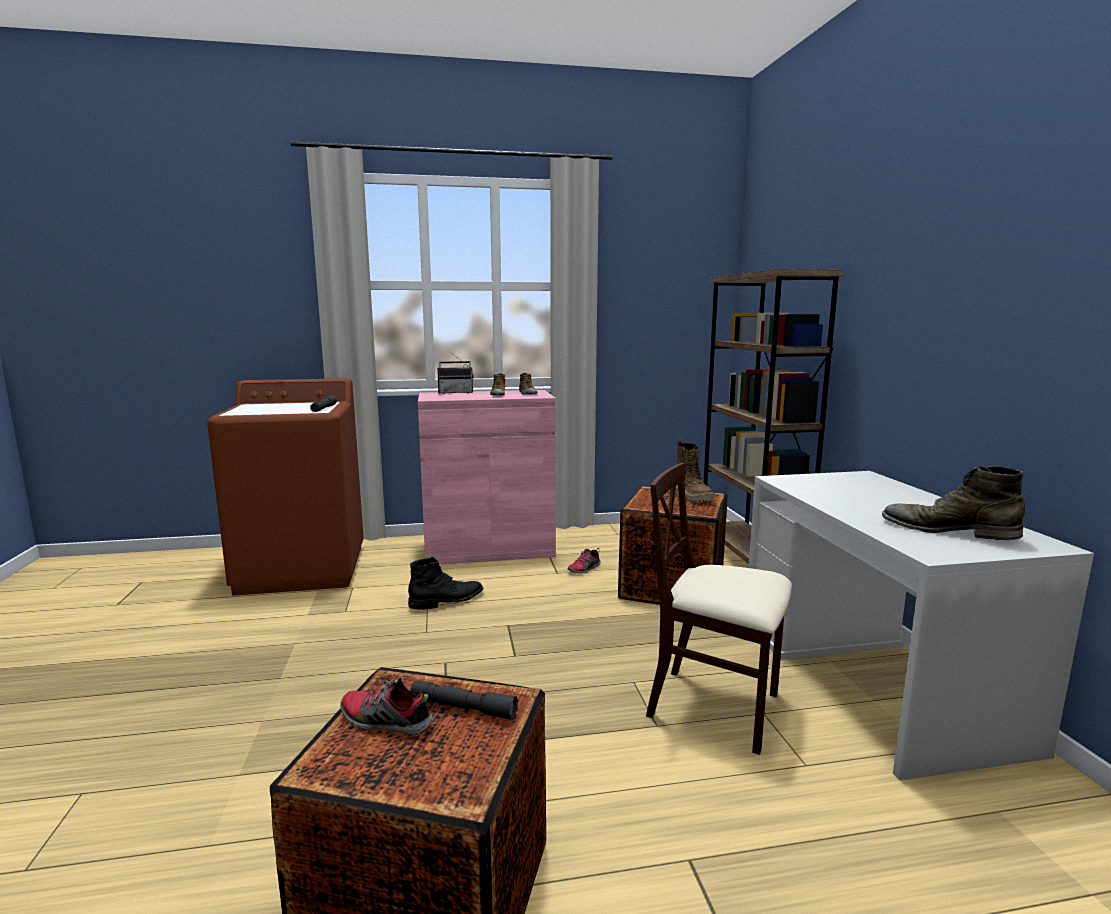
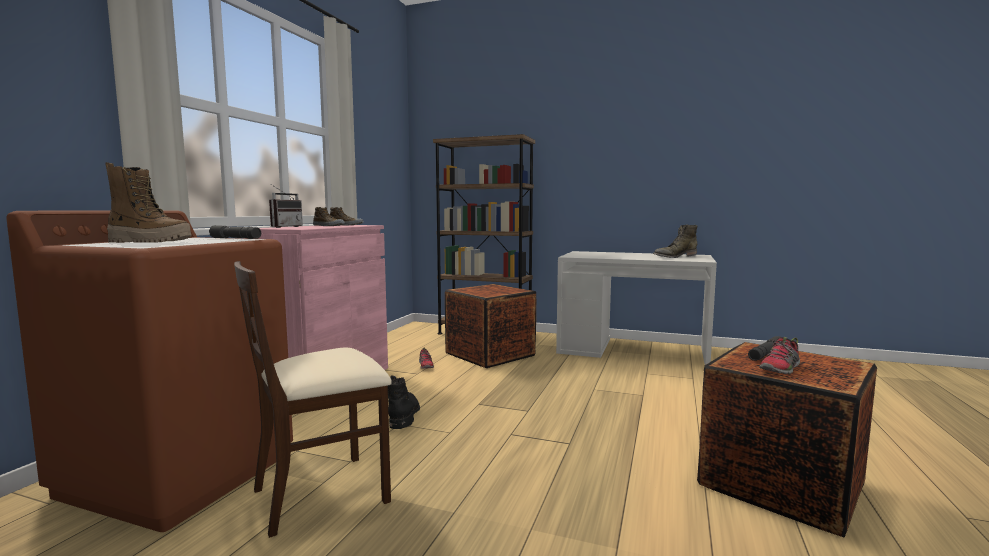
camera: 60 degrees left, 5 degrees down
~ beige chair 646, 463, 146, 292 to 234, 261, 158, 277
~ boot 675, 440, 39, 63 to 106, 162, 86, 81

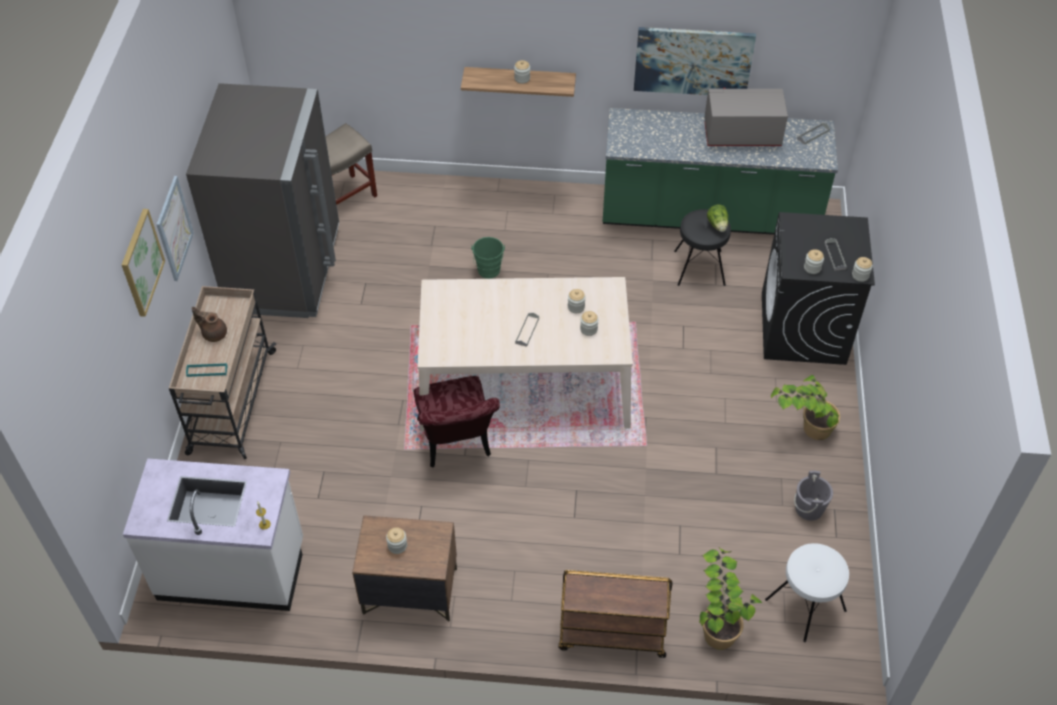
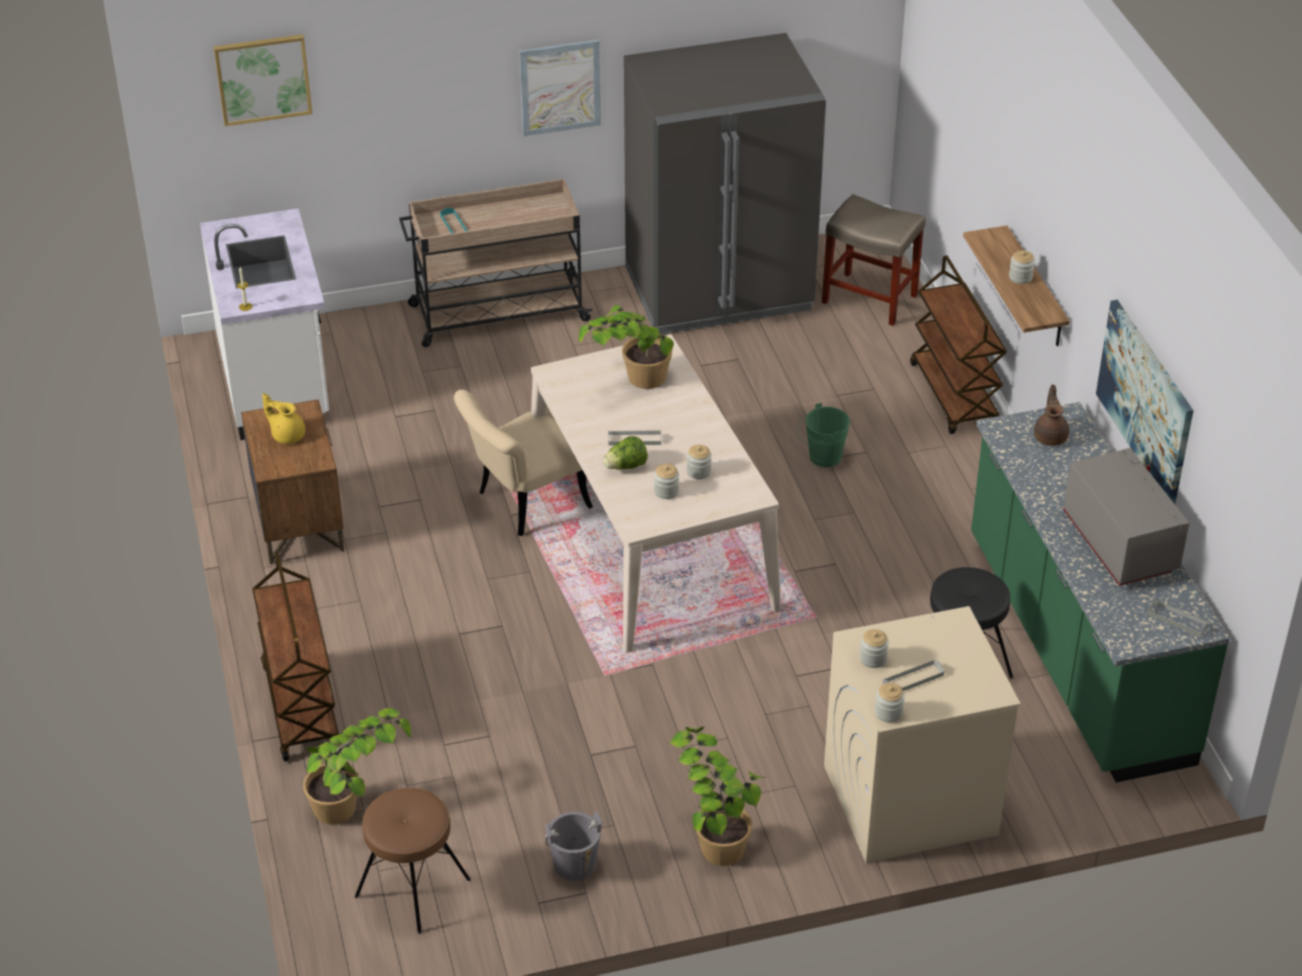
camera: 70 degrees right, 10 degrees down
~ picture 122, 209, 43, 108 to 214, 34, 98, 92
~ brown teapot 192, 307, 35, 35 to 1034, 384, 35, 62
~ jar 386, 527, 21, 27 to yellow teapot 262, 393, 43, 51
~ red chair 414, 376, 86, 92 to beige chair 454, 390, 139, 146
~ lettuce 707, 205, 21, 27 to 603, 436, 45, 34
~ black washing machine 762, 212, 113, 153 to beige washing machine 824, 606, 197, 257
~ white stool 765, 543, 84, 99 to brown stool 355, 788, 116, 146
+ potted plant 578, 305, 96, 84
+ brown cart 910, 255, 97, 179

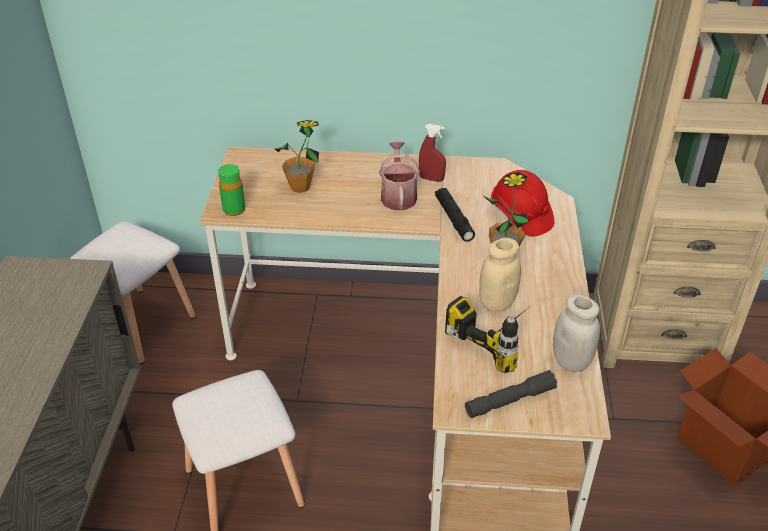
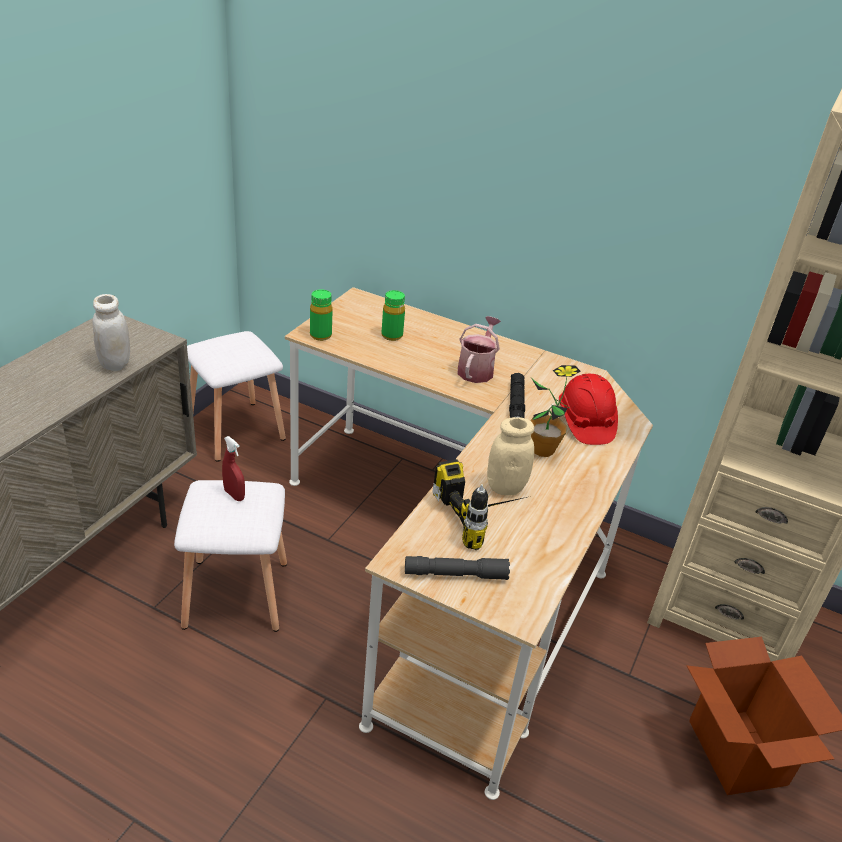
camera: 20 degrees right, 5 degrees down
~ potted plant 275, 120, 44, 73 to green bottle 382, 290, 23, 51
~ red spray bottle 419, 124, 27, 58 to 222, 436, 23, 65
~ white jar 553, 294, 47, 78 to 93, 294, 37, 77

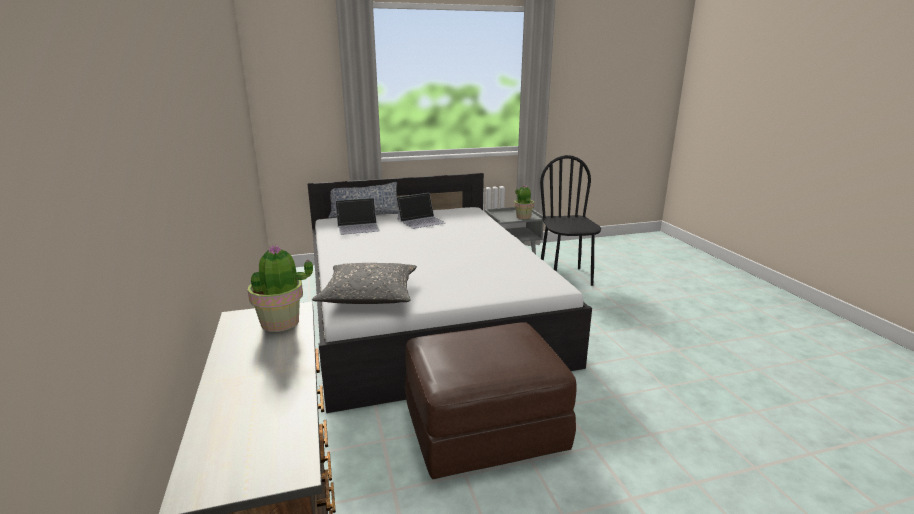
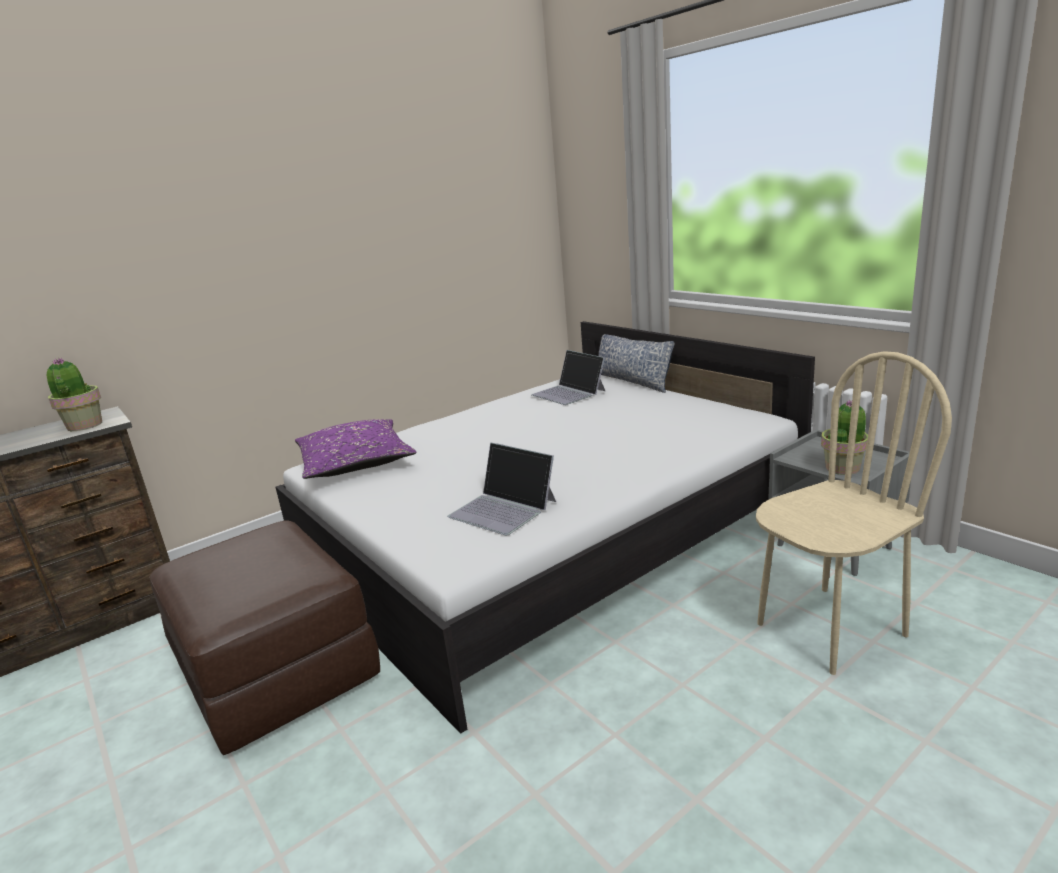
camera: 70 degrees right, 0 degrees up
~ grey pillow 312, 263, 105, 41 to purple pillow 295, 419, 121, 60
~ laptop 396, 193, 49, 36 to 447, 443, 109, 92
~ black chair 540, 155, 61, 131 to beige chair 756, 351, 196, 324

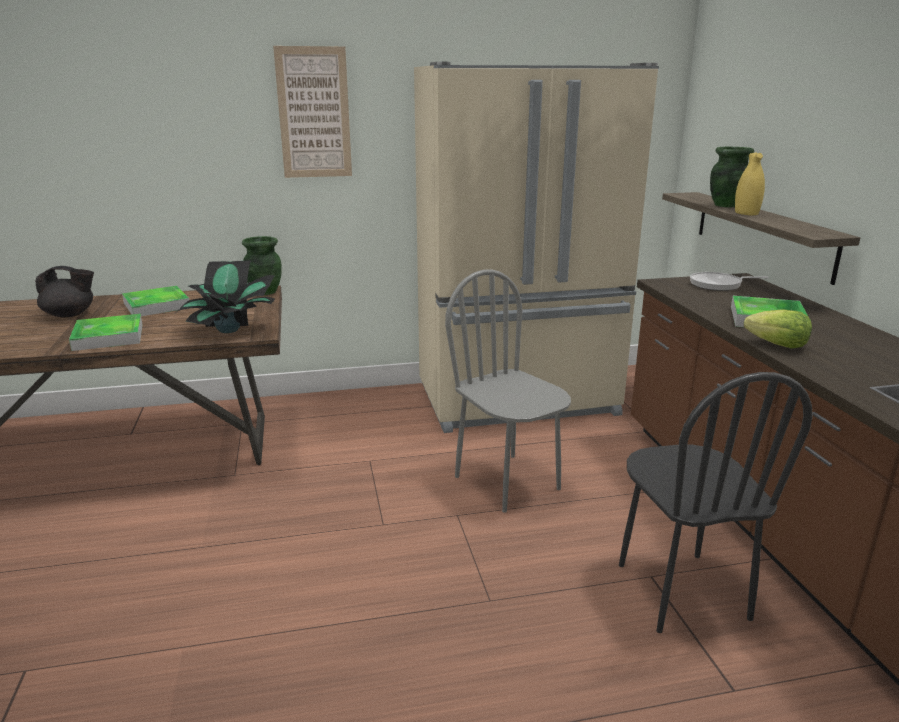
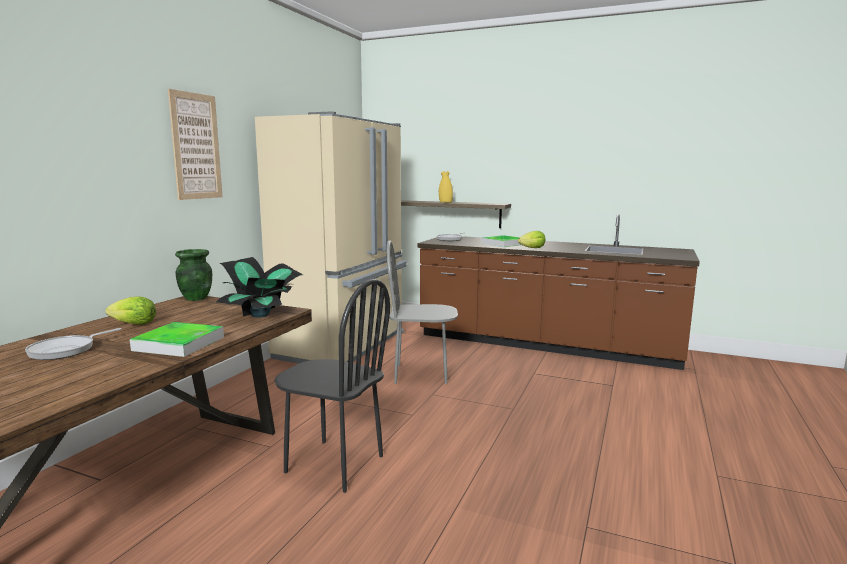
camera: 55 degrees left, 10 degrees down
~ black teapot 35, 266, 59, 52 to frying pan 25, 328, 96, 32
~ tray 122, 286, 68, 30 to lettuce 105, 297, 51, 28
~ black chair 619, 372, 194, 261 to 274, 279, 116, 214
- green vase 710, 147, 44, 60

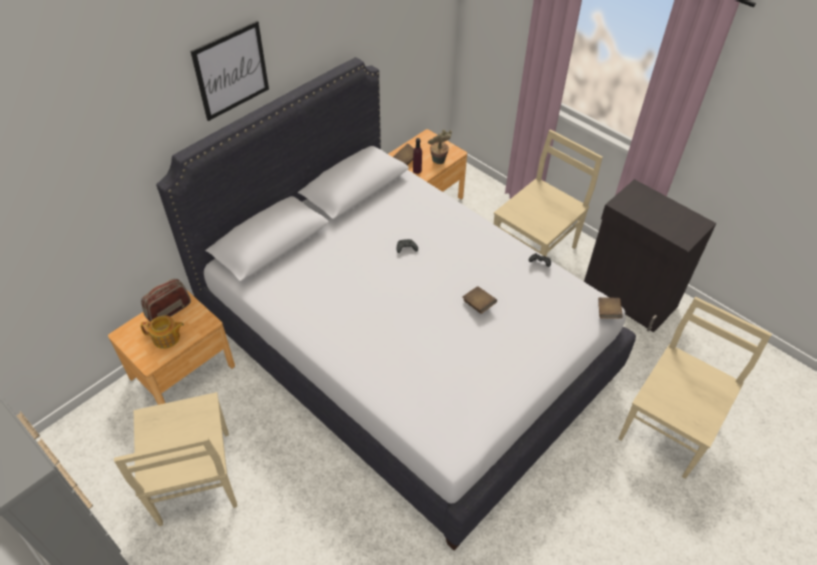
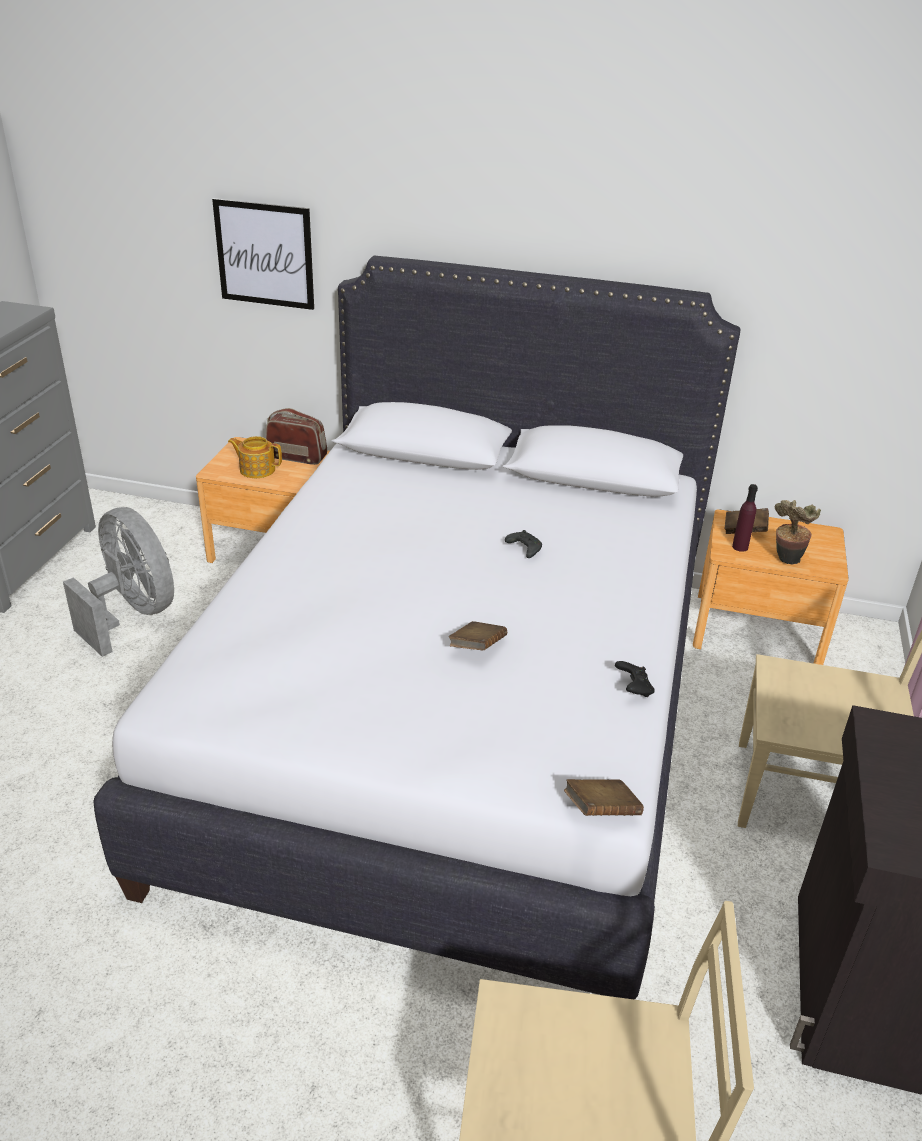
camera: 60 degrees right, 15 degrees down
~ beige chair 114, 392, 123, 134 to grey fan 63, 507, 111, 150
~ teapot 141, 316, 43, 33 = 228, 436, 54, 42 135 degrees clockwise
~ picture 190, 21, 79, 100 to 212, 198, 102, 112

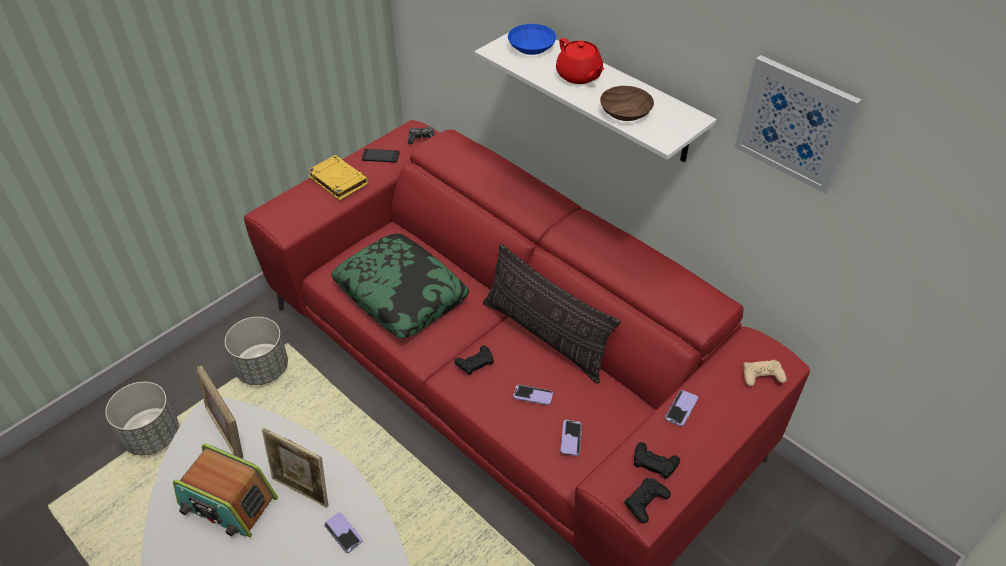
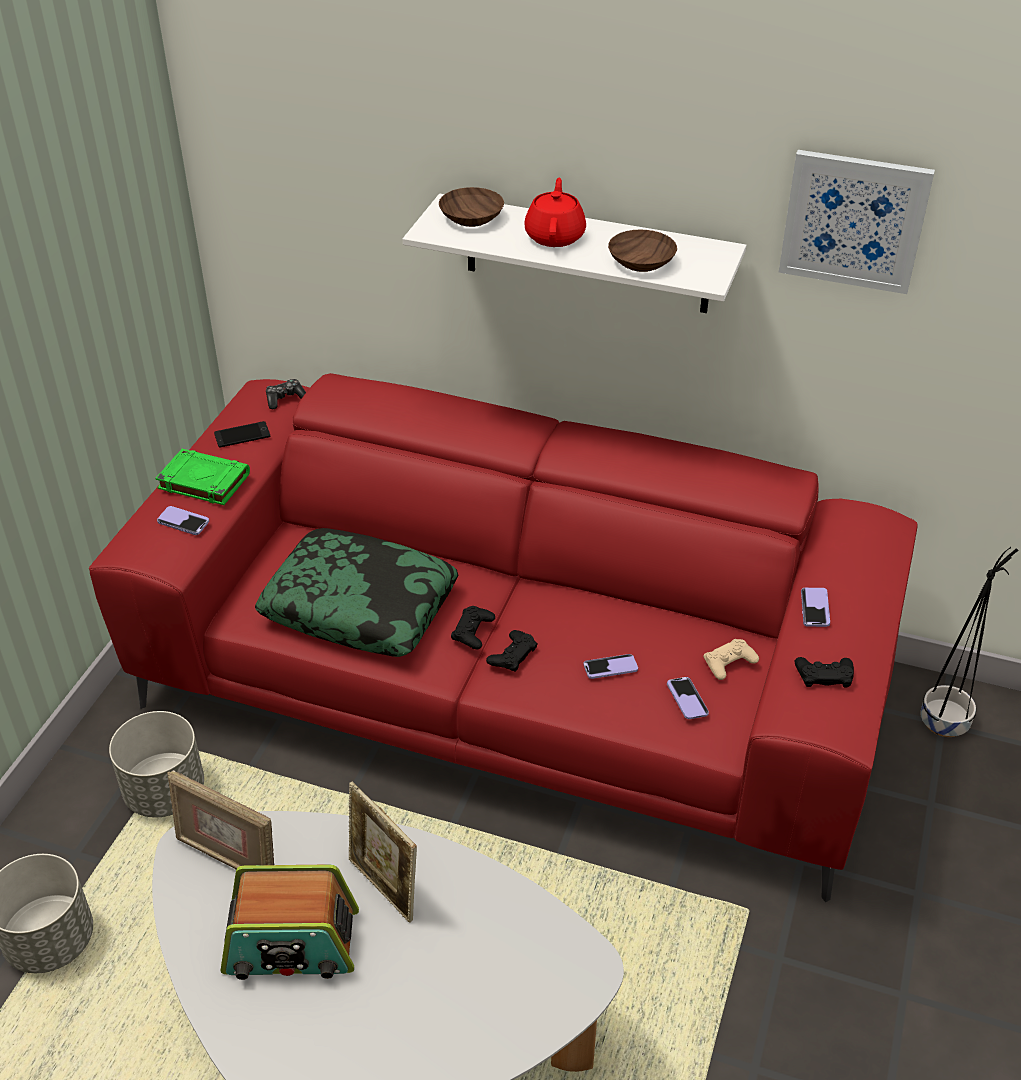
camera: 25 degrees left, 5 degrees down
~ picture frame 262, 427, 66, 80 = 348, 781, 69, 142 45 degrees clockwise
~ yellow book 308, 155, 61, 45 to green book 155, 449, 95, 56
~ phone 324, 512, 39, 41 to 157, 506, 52, 29
- pillow 483, 243, 138, 141
~ blue bowl 508, 24, 49, 31 to brown bowl 439, 187, 65, 40
~ red teapot 556, 38, 48, 46 = 524, 178, 62, 69 120 degrees counterclockwise
~ black game controller 624, 478, 47, 45 to 451, 606, 44, 43
~ beige game controller 744, 360, 43, 26 to 703, 639, 56, 41
+ black planter 920, 547, 99, 190

